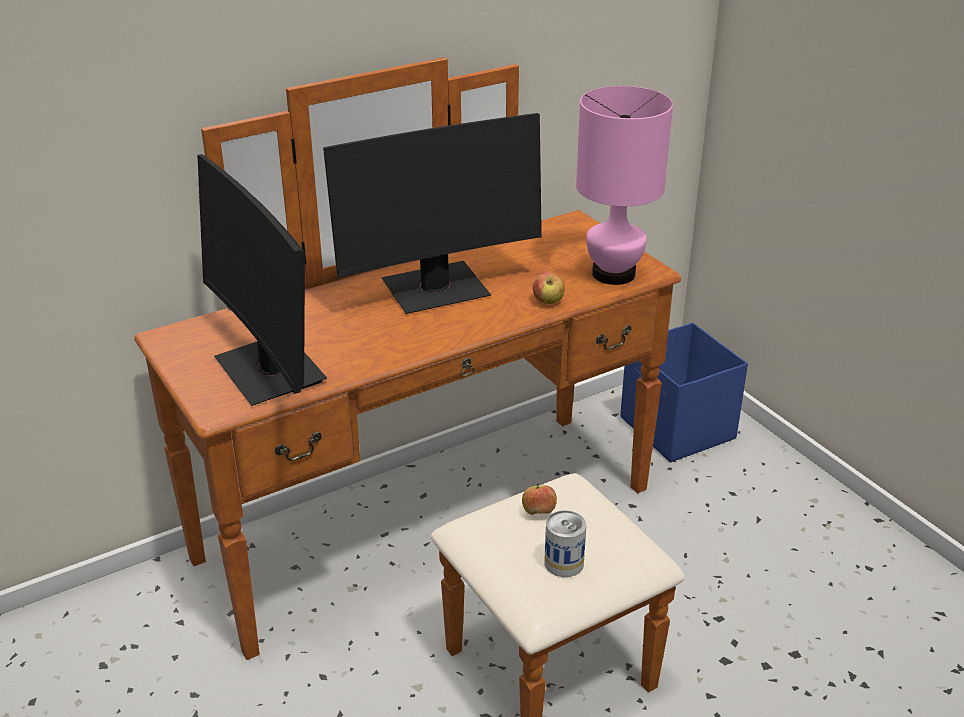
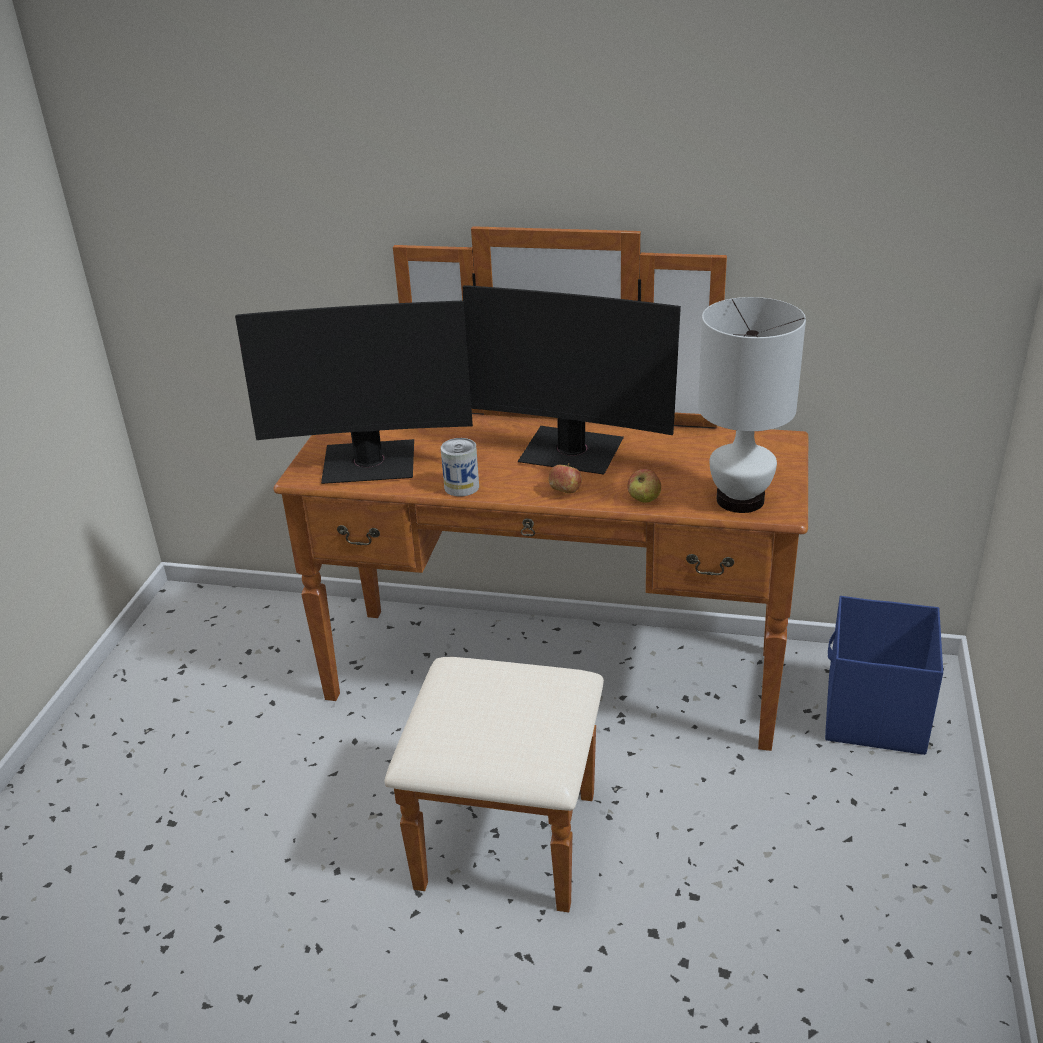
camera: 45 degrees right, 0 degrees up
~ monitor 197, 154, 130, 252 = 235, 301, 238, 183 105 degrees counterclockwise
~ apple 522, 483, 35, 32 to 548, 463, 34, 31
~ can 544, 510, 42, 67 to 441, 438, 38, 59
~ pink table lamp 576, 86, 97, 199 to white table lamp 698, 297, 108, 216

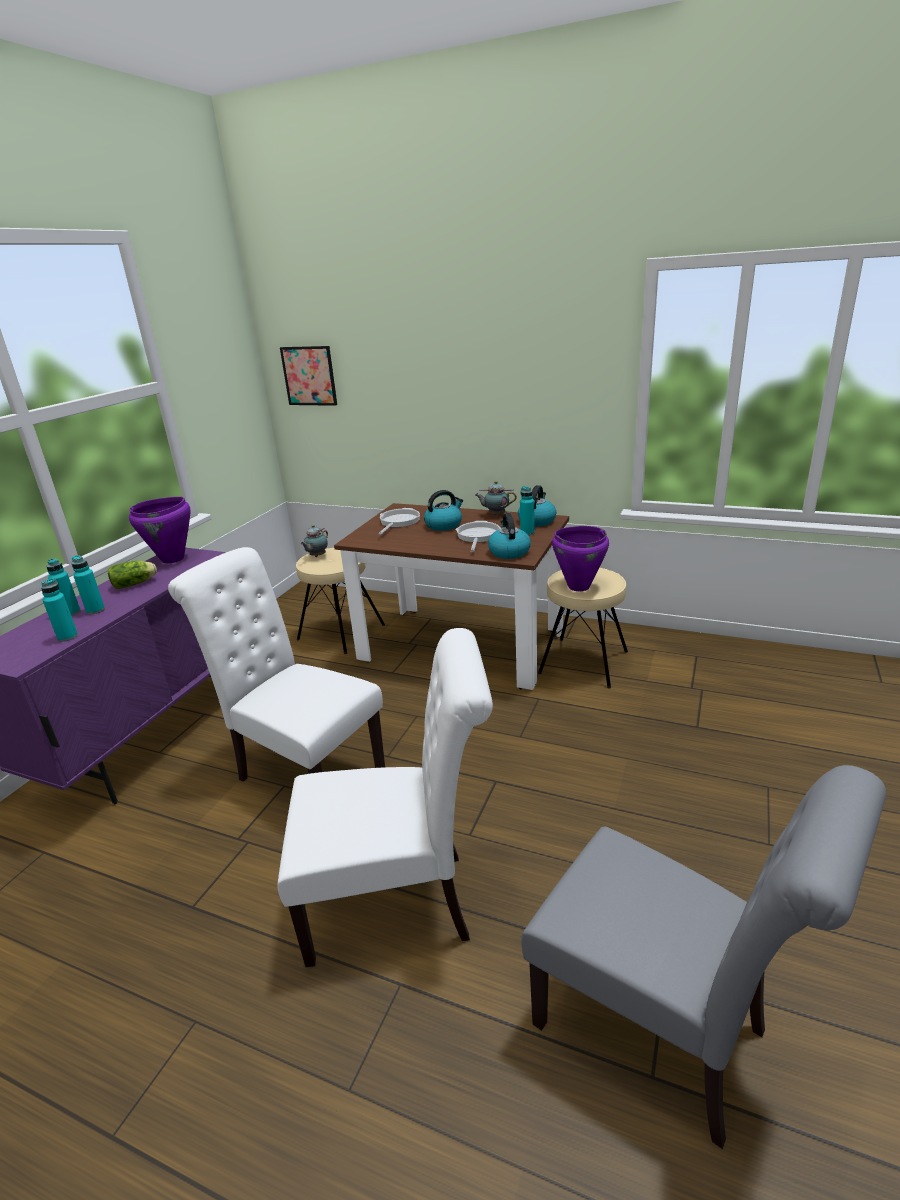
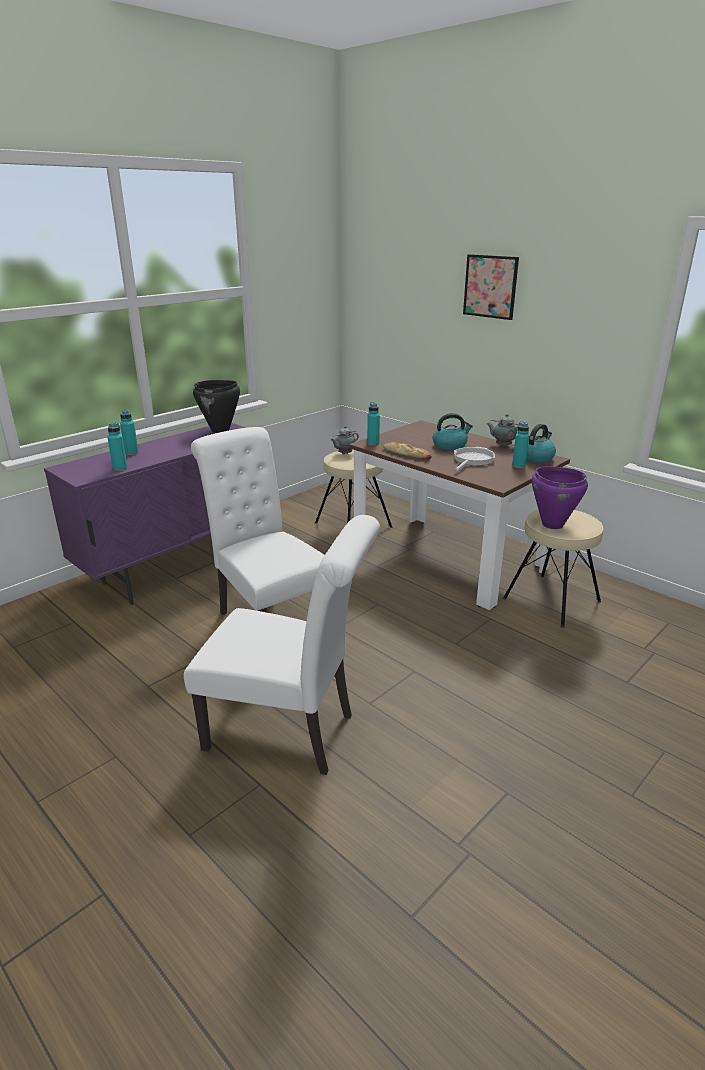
camera: 20 degrees right, 0 degrees up
~ turquoise bottle 71, 555, 34, 59 to 367, 402, 13, 43
- lettuce 108, 561, 49, 28
~ purple cooking pot 129, 497, 62, 67 to black cooking pot 193, 380, 47, 53
~ picture 280, 346, 57, 60 to 463, 254, 56, 66
- frying pan 378, 508, 42, 27
- kettle 488, 513, 43, 46
- grey chair 521, 765, 365, 384
+ bread 383, 442, 49, 18

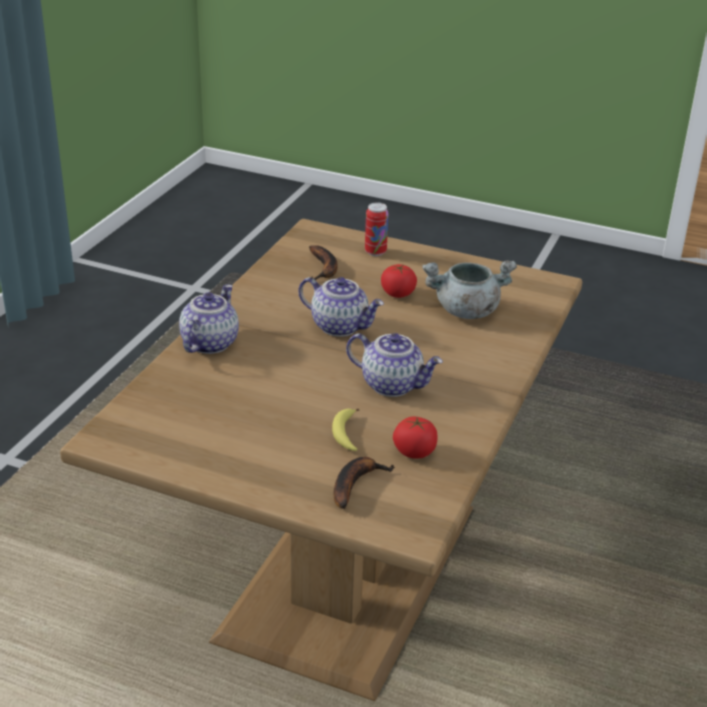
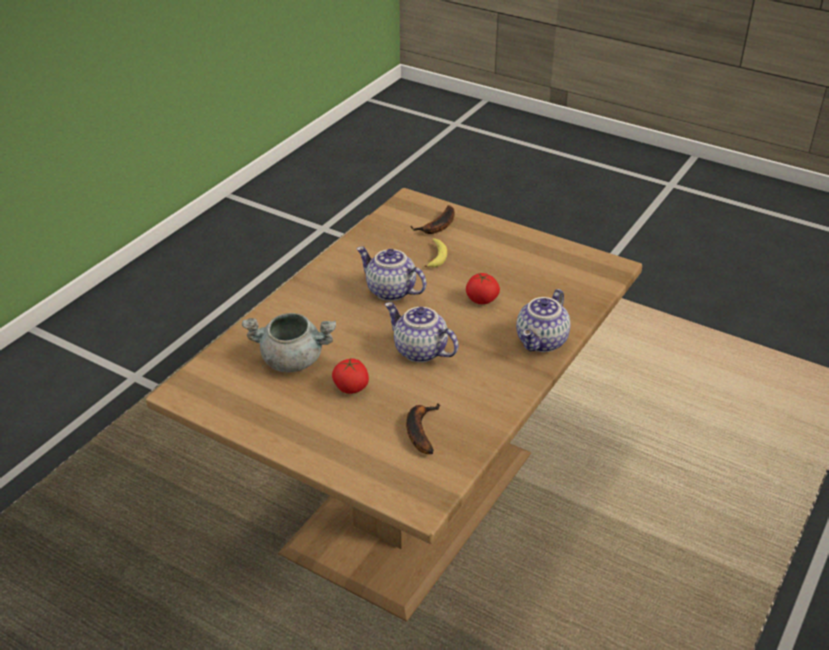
camera: 170 degrees left, 5 degrees up
- can 365, 202, 24, 54
~ tomato 393, 417, 45, 42 to 466, 273, 34, 31

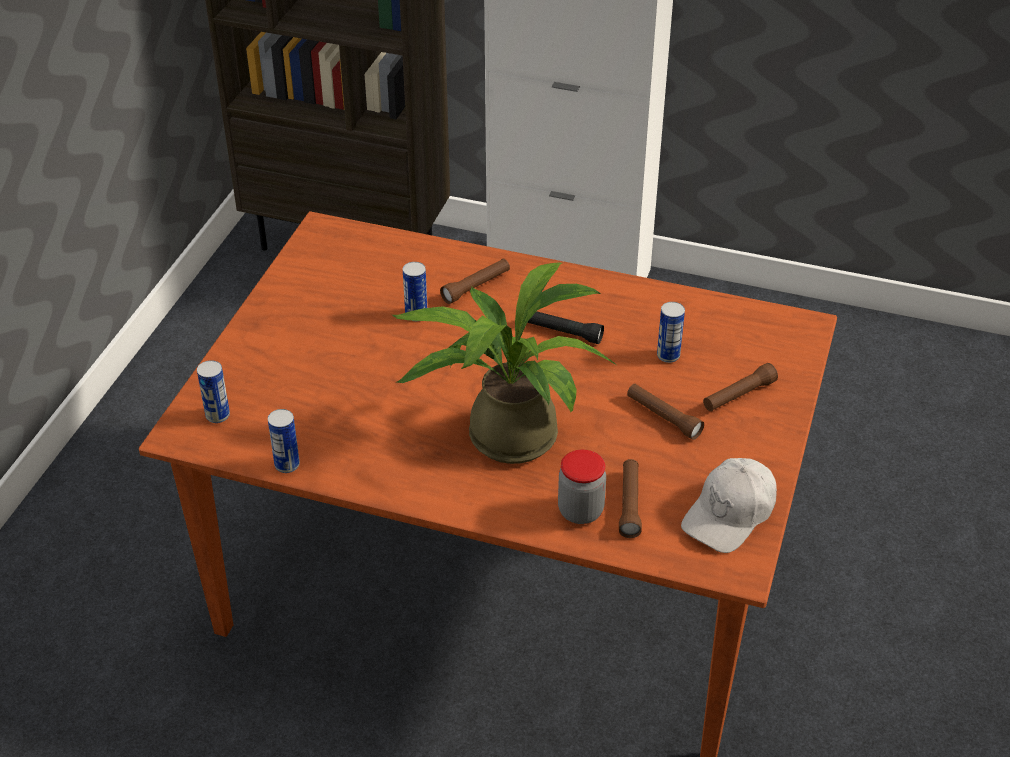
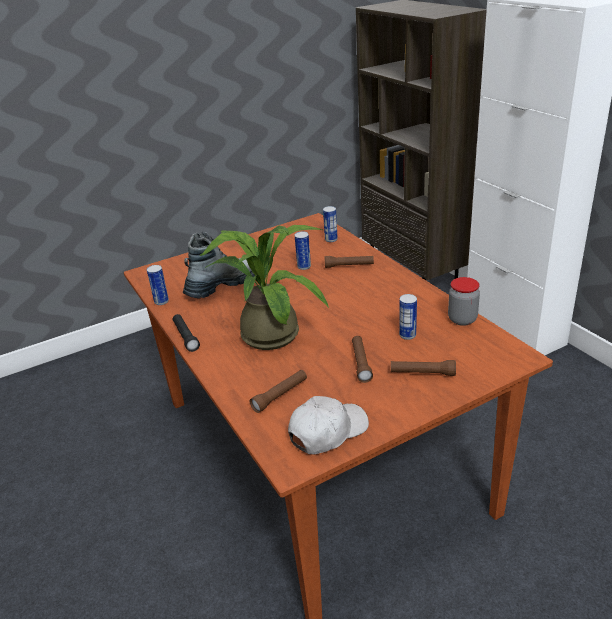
camera: 45 degrees right, 10 degrees down
~ can 197, 360, 33, 63 to 323, 206, 15, 36
~ black flashlight 527, 311, 77, 33 to 173, 314, 27, 38
~ jar 558, 450, 48, 74 to 448, 277, 32, 49
~ white cap 681, 458, 96, 95 = 288, 396, 81, 58 150 degrees clockwise
+ boot 183, 232, 72, 66

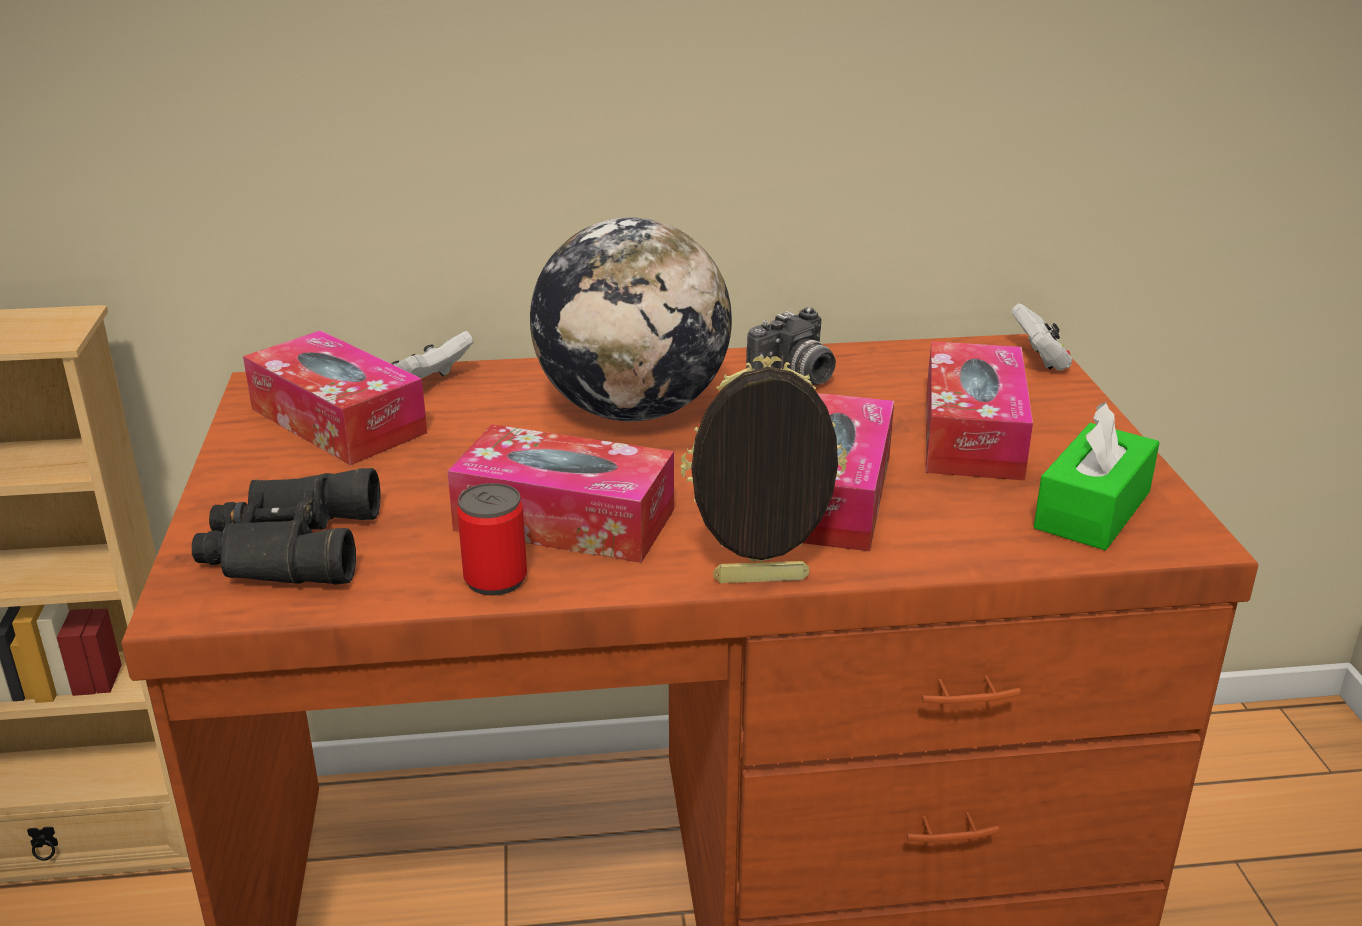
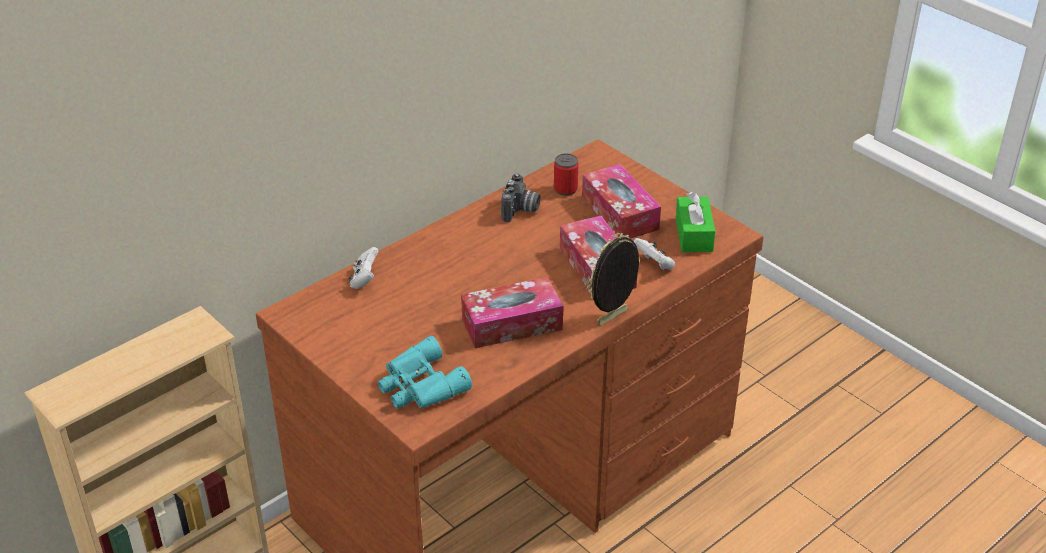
camera: 35 degrees left, 10 degrees up
~ black binoculars 192, 468, 188, 117 to turquoise binoculars 378, 336, 94, 73
- tissue box 243, 330, 184, 135
~ can 457, 483, 70, 113 to 554, 154, 24, 42
- globe 530, 217, 202, 204
~ white game controller 1011, 304, 62, 67 to 633, 238, 42, 32

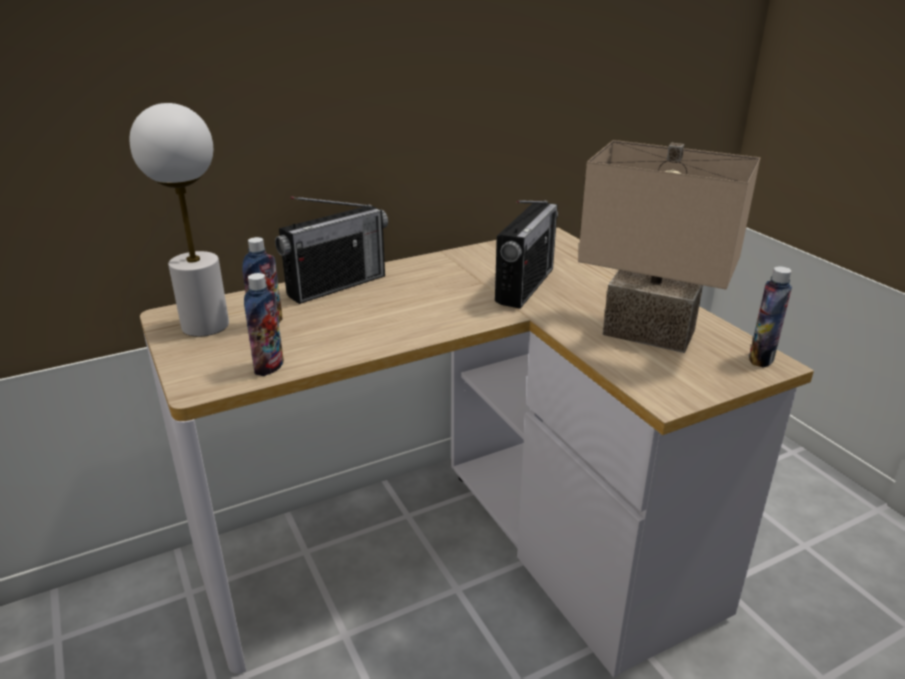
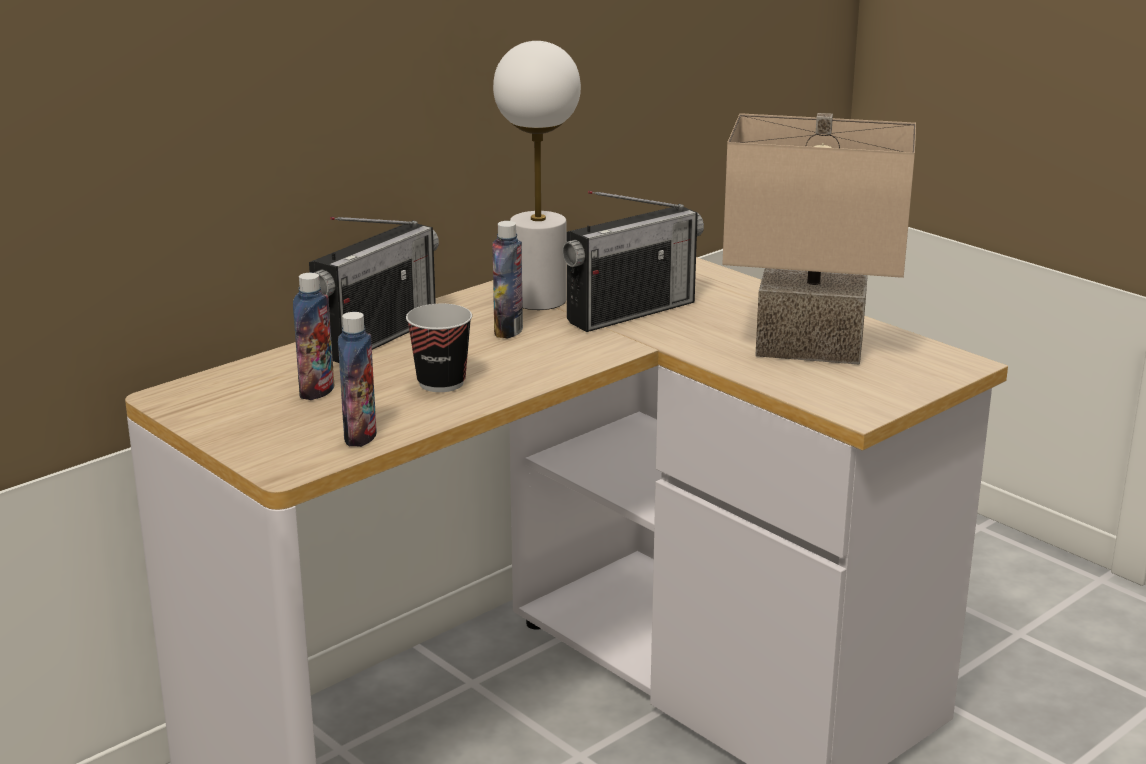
camera: 15 degrees left, 5 degrees down
~ white table lamp 129, 103, 100, 234 to 493, 41, 88, 269
~ radio 495, 200, 63, 109 = 562, 191, 142, 141 45 degrees clockwise
~ bottle 749, 266, 43, 102 to 492, 221, 31, 118
+ cup 406, 304, 66, 88

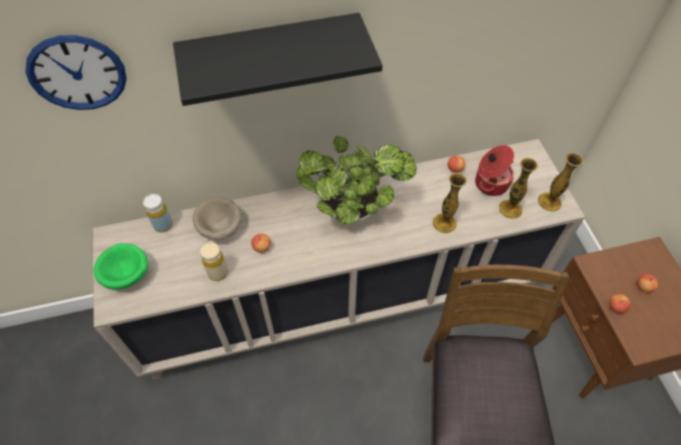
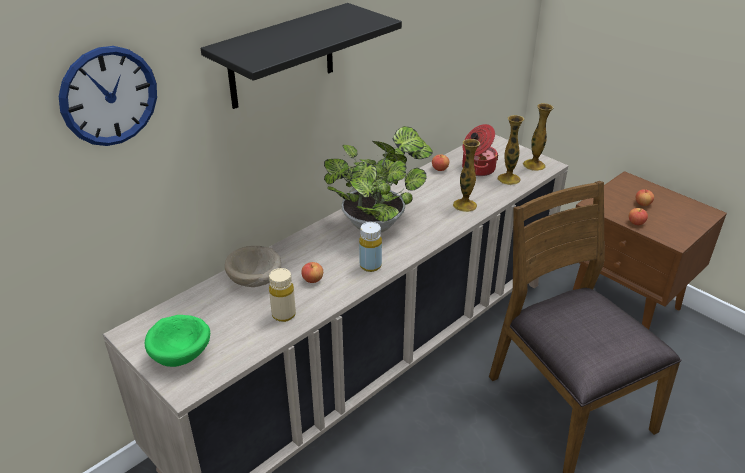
camera: 30 degrees left, 20 degrees down
~ yellow bottle 143, 194, 30, 39 to 359, 222, 23, 50

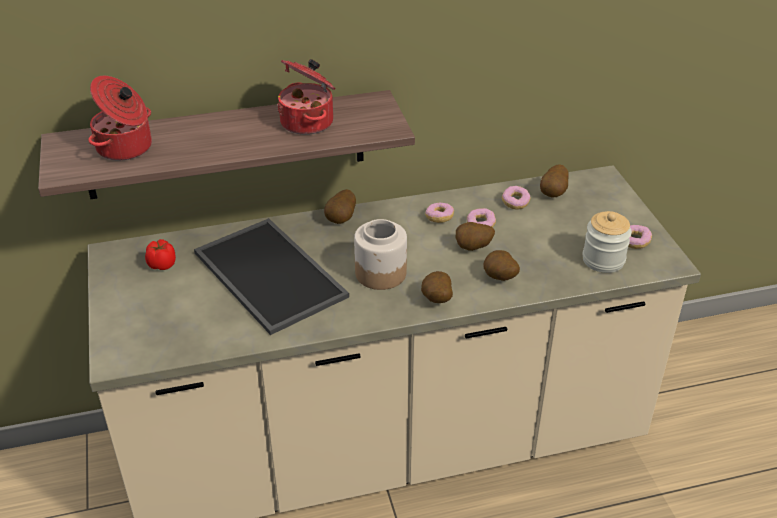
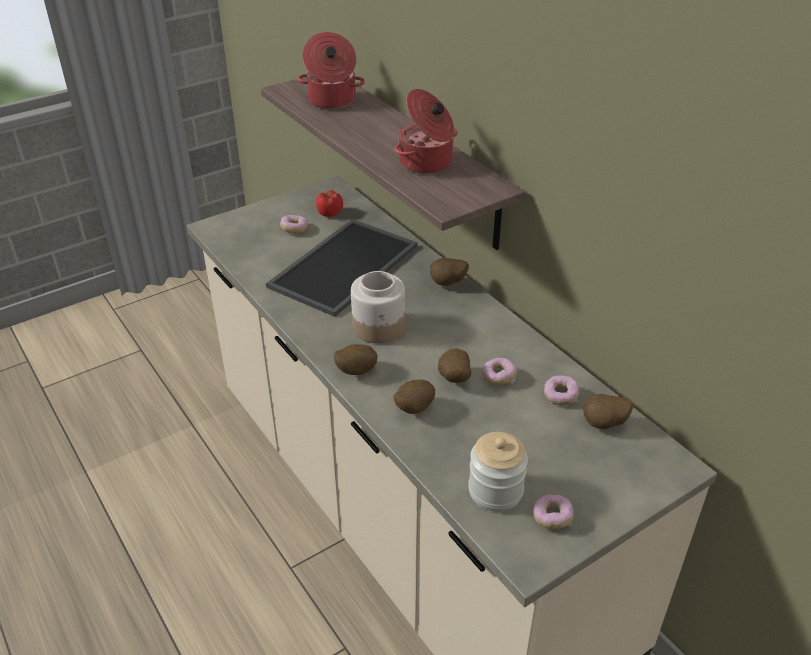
camera: 70 degrees right, 0 degrees up
~ donut 425, 203, 29, 20 to 280, 215, 28, 18

